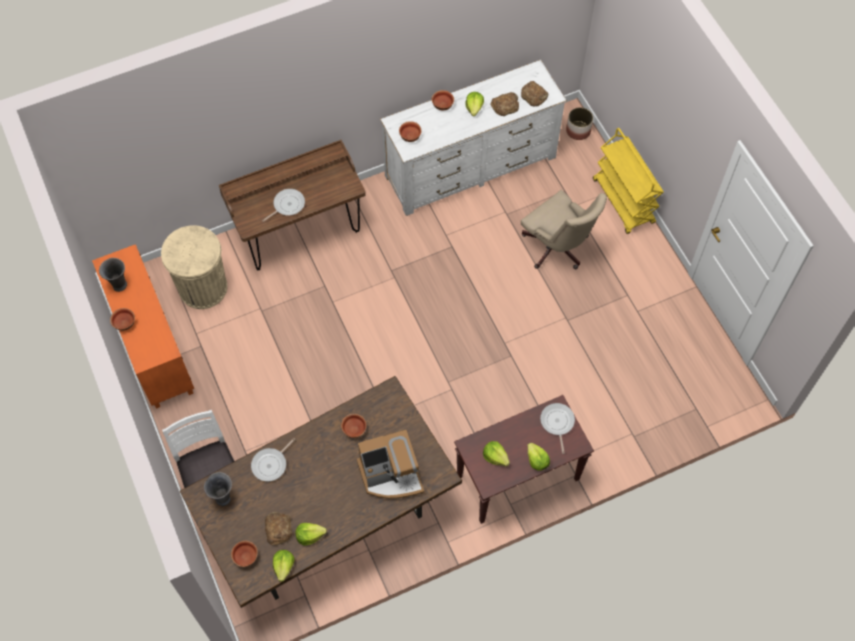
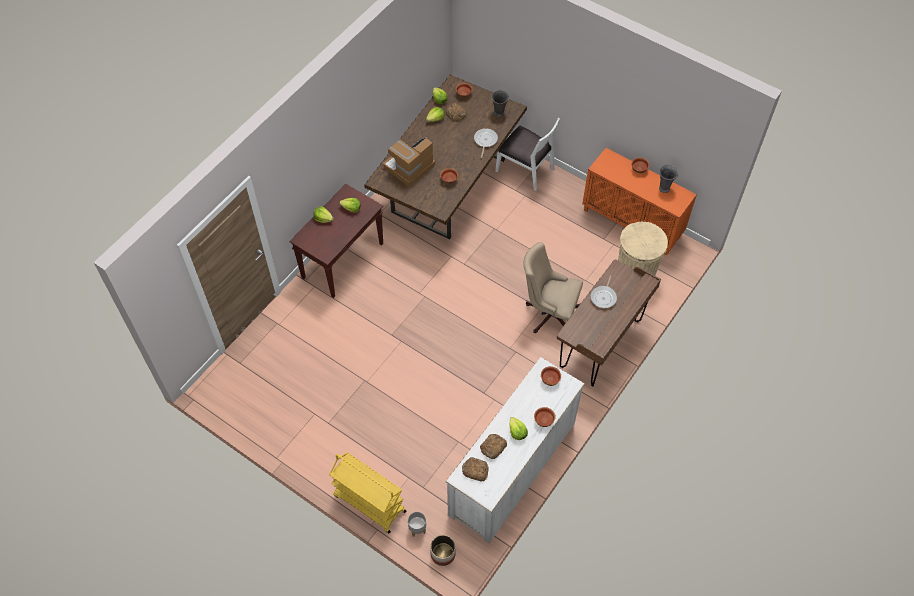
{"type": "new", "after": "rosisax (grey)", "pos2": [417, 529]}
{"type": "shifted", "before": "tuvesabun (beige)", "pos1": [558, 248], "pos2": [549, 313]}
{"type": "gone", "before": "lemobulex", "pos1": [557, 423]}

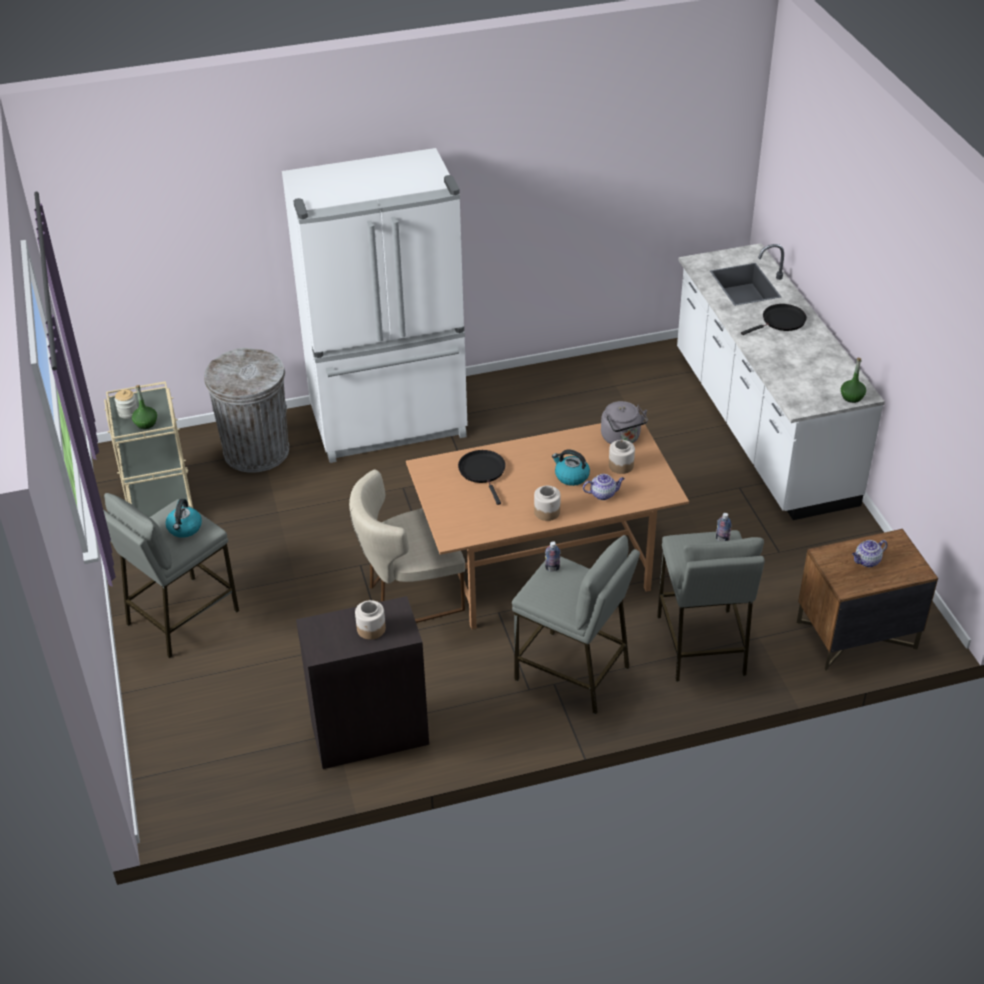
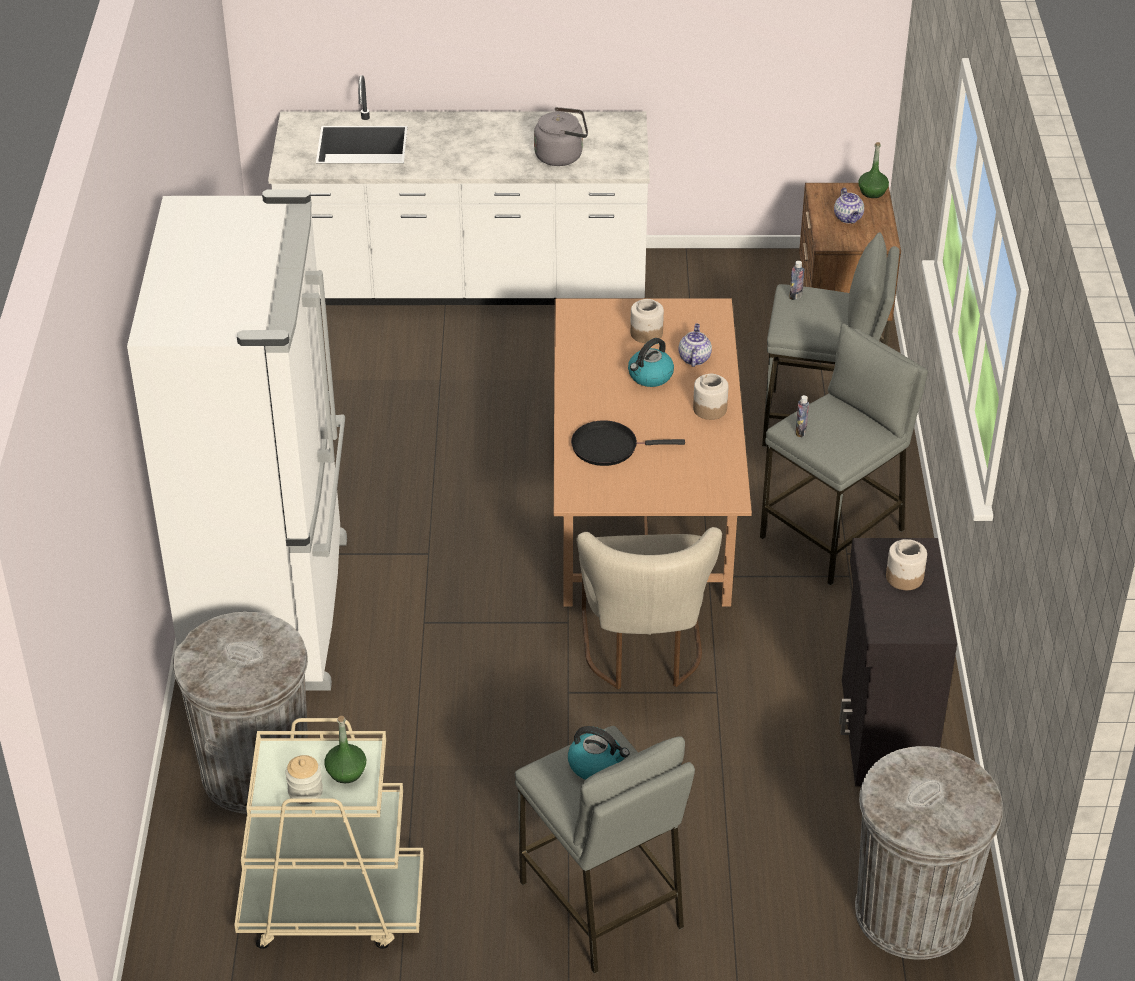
{"type": "shifted", "before": "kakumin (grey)", "pos1": [622, 438], "pos2": [562, 156]}
{"type": "new", "after": "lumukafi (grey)", "pos2": [912, 912]}
{"type": "shifted", "before": "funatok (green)", "pos1": [852, 397], "pos2": [872, 192]}
{"type": "gone", "before": "lemobulex (black)", "pos1": [781, 321]}

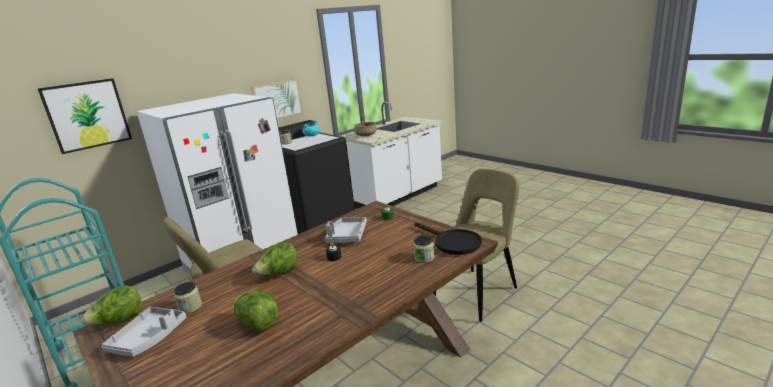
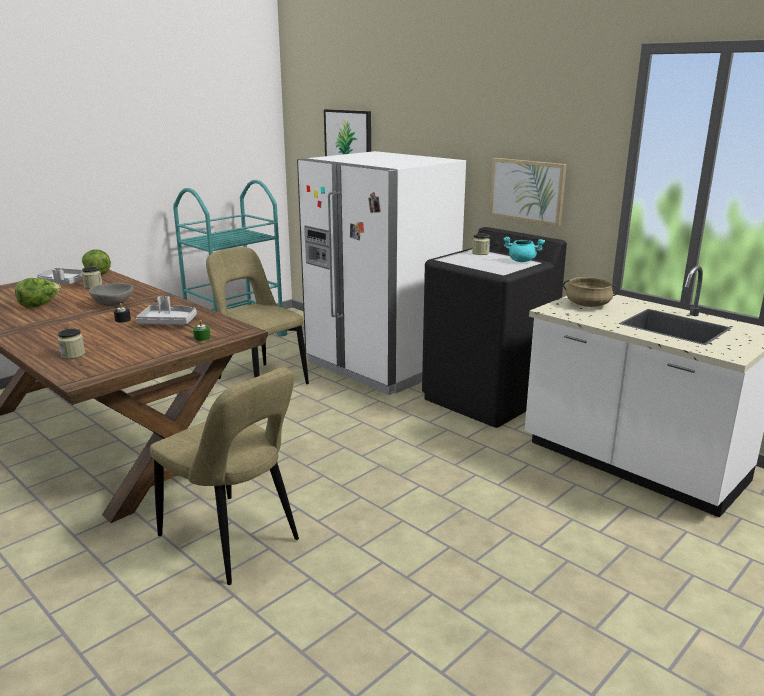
{"type": "swapped", "before": "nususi", "after": "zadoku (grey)", "pos1": [279, 274], "pos2": [113, 304]}
{"type": "gone", "before": "lemobulex (black)", "pos1": [452, 243]}

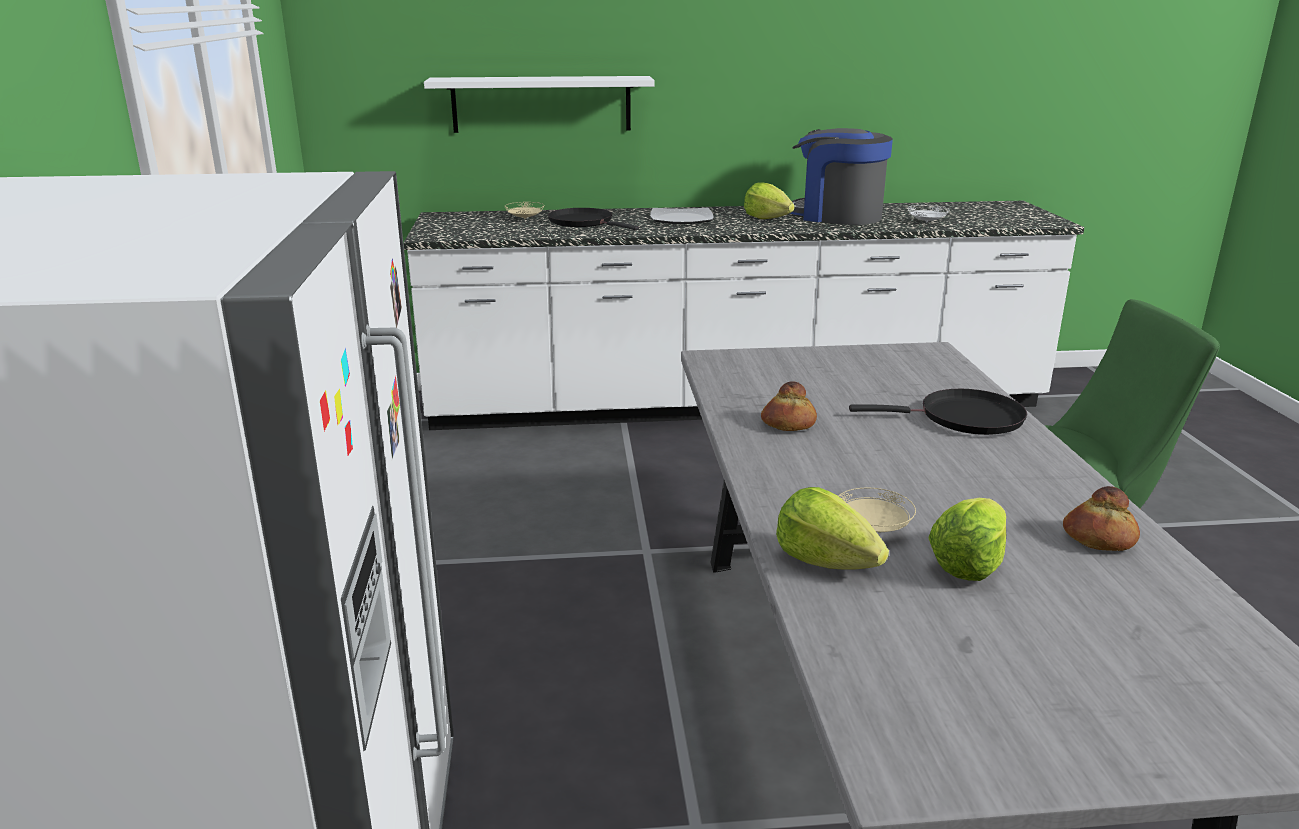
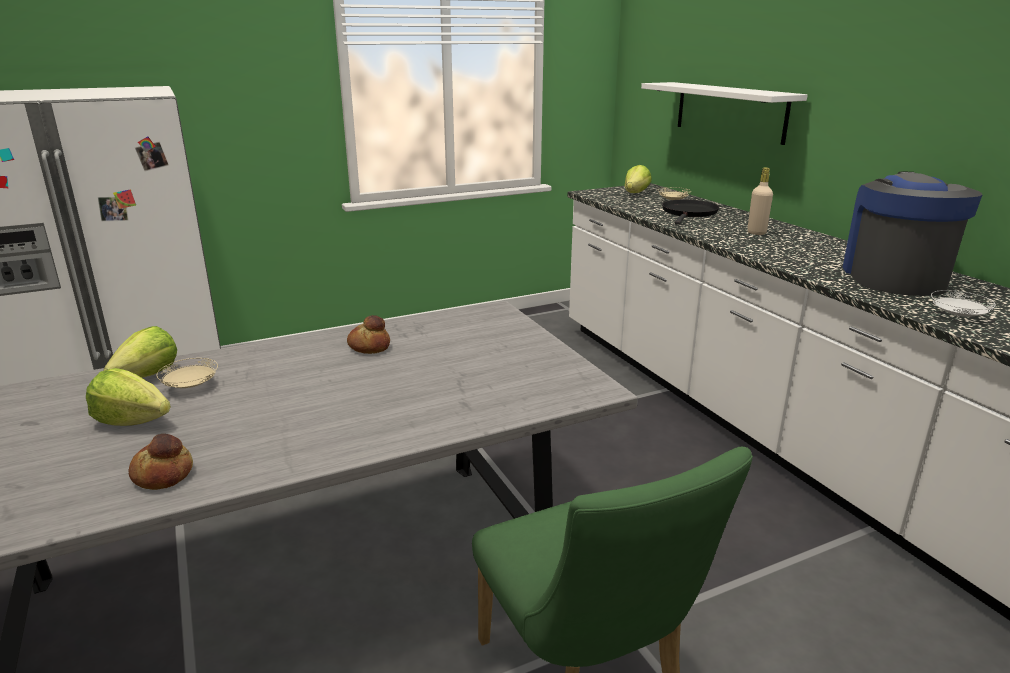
{"type": "shifted", "before": "nususi", "pos1": [767, 218], "pos2": [635, 193]}
{"type": "swapped", "before": "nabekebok", "after": "funatok (beige)", "pos1": [682, 219], "pos2": [756, 233]}
{"type": "gone", "before": "lemobulex (black)", "pos1": [964, 418]}

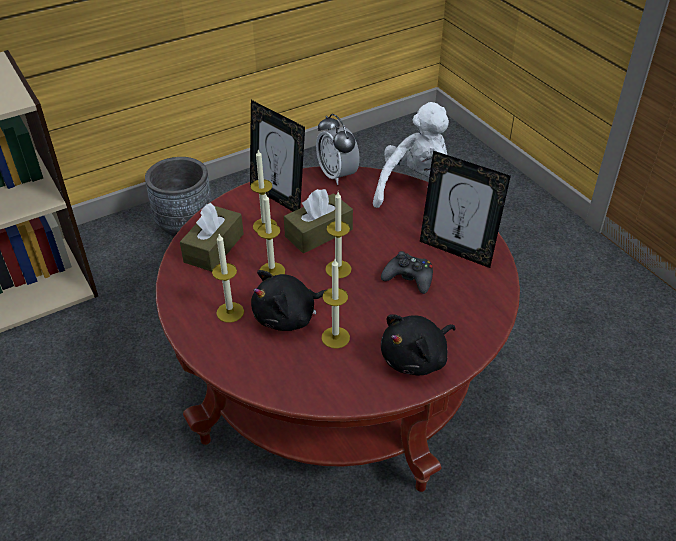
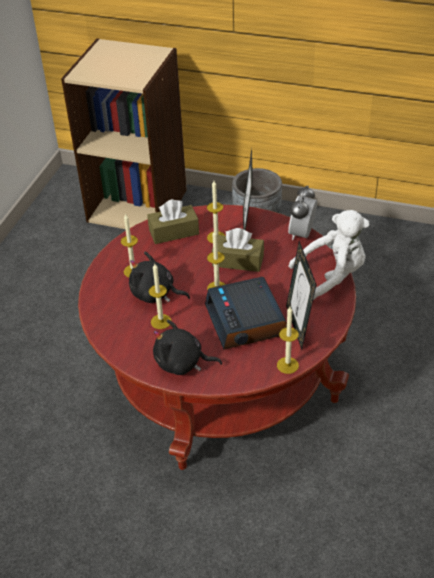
{"type": "swapped", "before": "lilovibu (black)", "after": "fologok", "pos1": [409, 278], "pos2": [246, 321]}
{"type": "shifted", "before": "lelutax", "pos1": [272, 271], "pos2": [287, 365]}

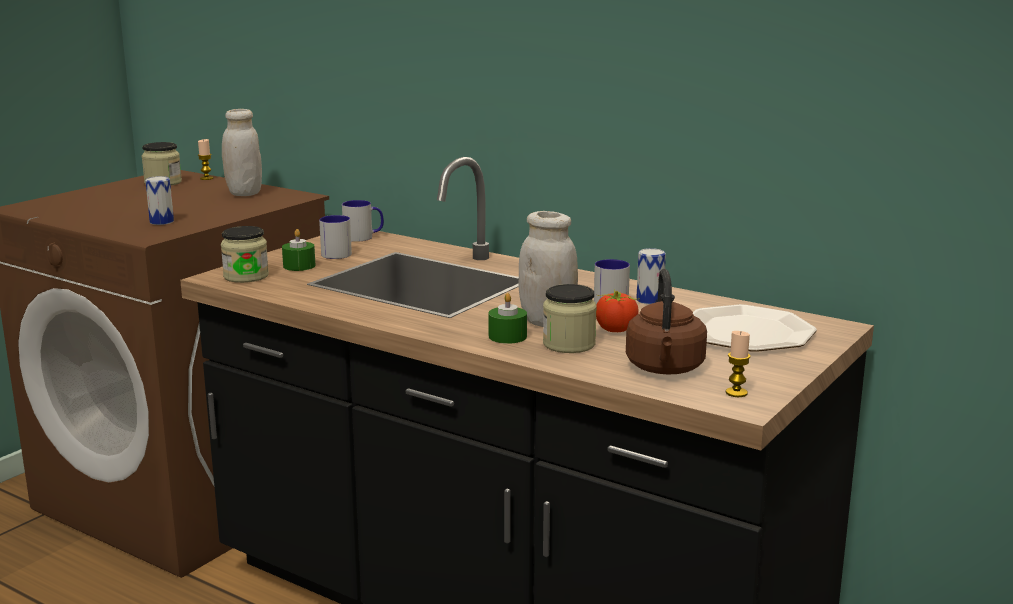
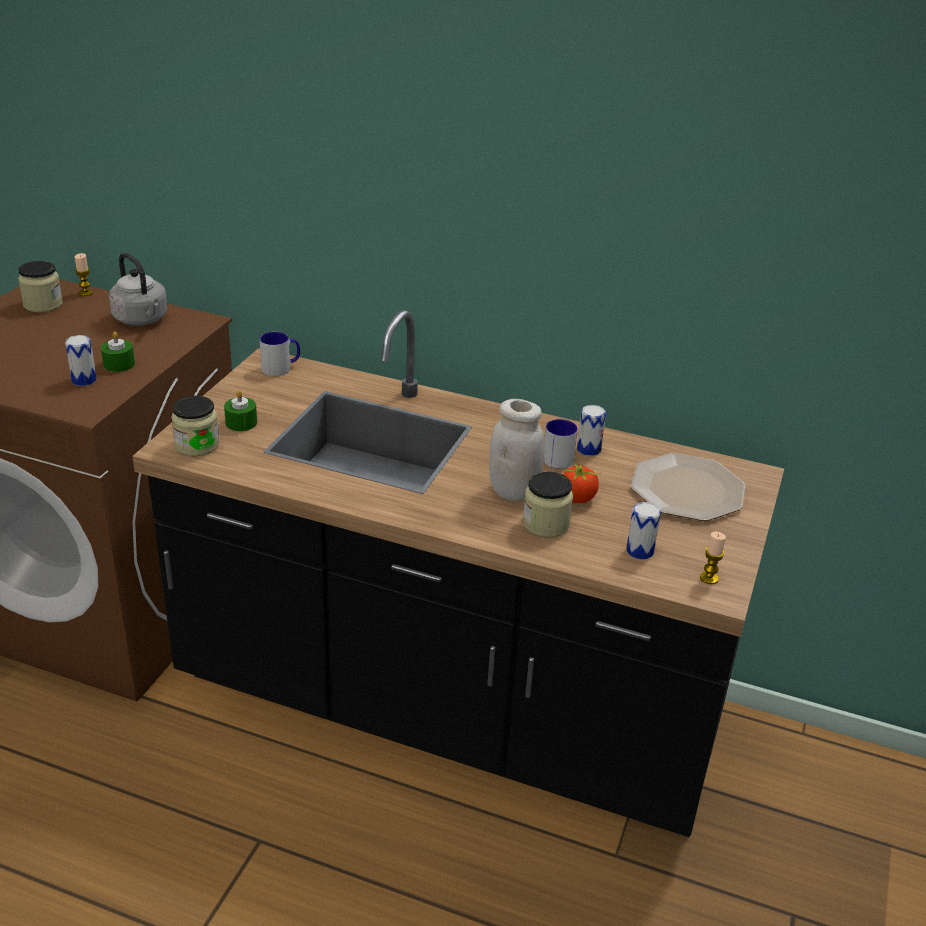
{"type": "shifted", "before": "lelutax (green)", "pos1": [507, 336], "pos2": [119, 364]}
{"type": "swapped", "before": "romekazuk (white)", "after": "kakumin (grey)", "pos1": [244, 193], "pos2": [142, 320]}
{"type": "swapped", "before": "kakumin (brown)", "after": "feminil", "pos1": [665, 369], "pos2": [640, 551]}
{"type": "gone", "before": "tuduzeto", "pos1": [335, 253]}

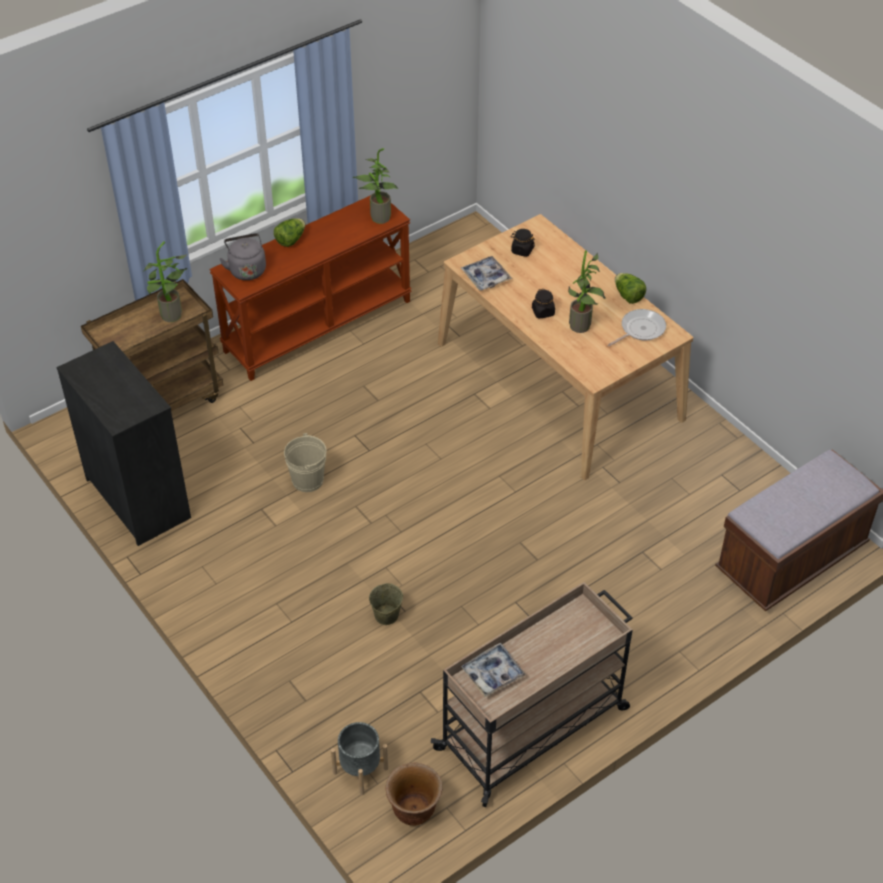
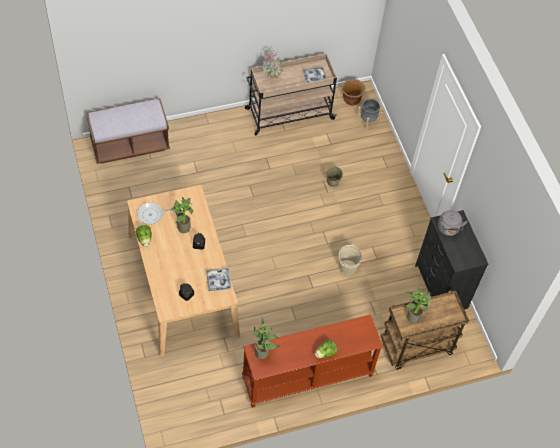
{"type": "new", "after": "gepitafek", "pos2": [271, 79]}
{"type": "shifted", "before": "kakumin (grey)", "pos1": [246, 269], "pos2": [448, 229]}

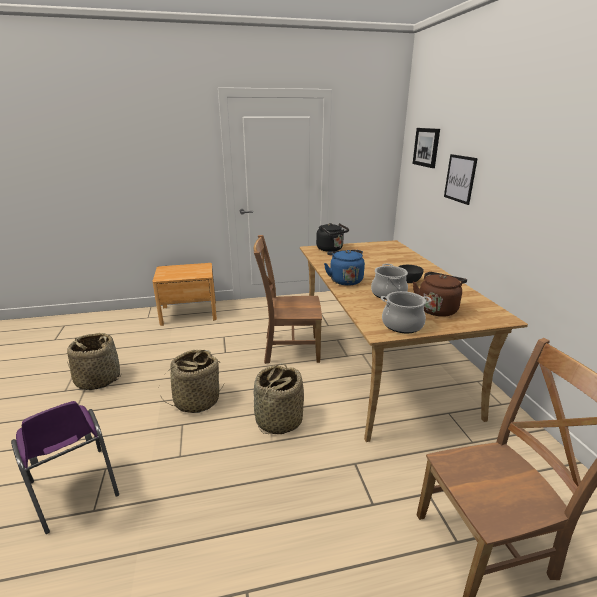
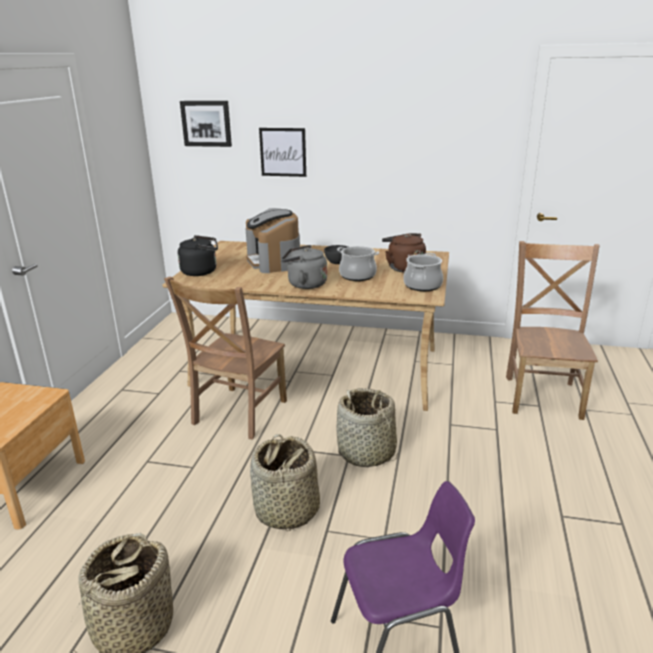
{"type": "new", "after": "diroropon", "pos2": [274, 261]}
{"type": "repainted", "before": "kakumin (blue)", "after": "kakumin (grey)", "pos1": [345, 280], "pos2": [304, 284]}

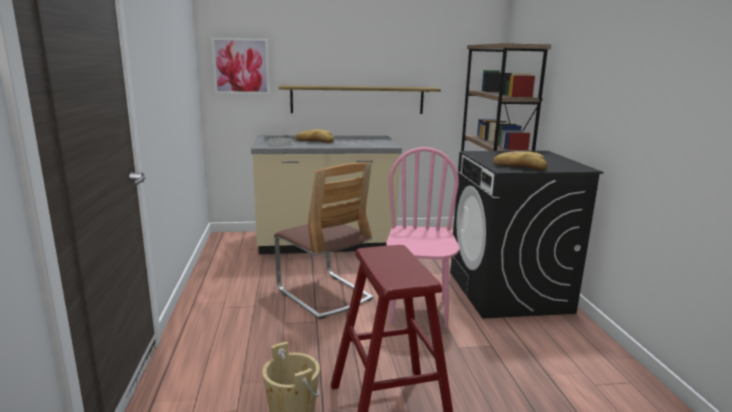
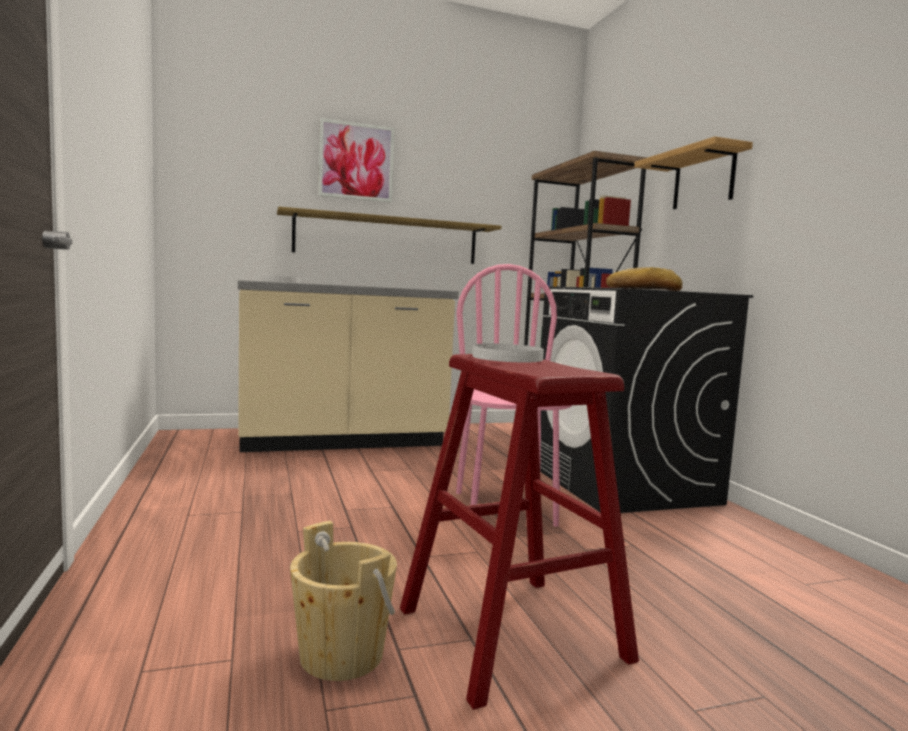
{"type": "shifted", "before": "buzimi", "pos1": [241, 66], "pos2": [356, 161]}
{"type": "new", "after": "nabekebok (white)", "pos2": [508, 358]}
{"type": "new", "after": "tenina", "pos2": [703, 179]}
{"type": "gone", "before": "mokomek", "pos1": [324, 294]}
{"type": "gone", "before": "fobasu", "pos1": [315, 141]}

